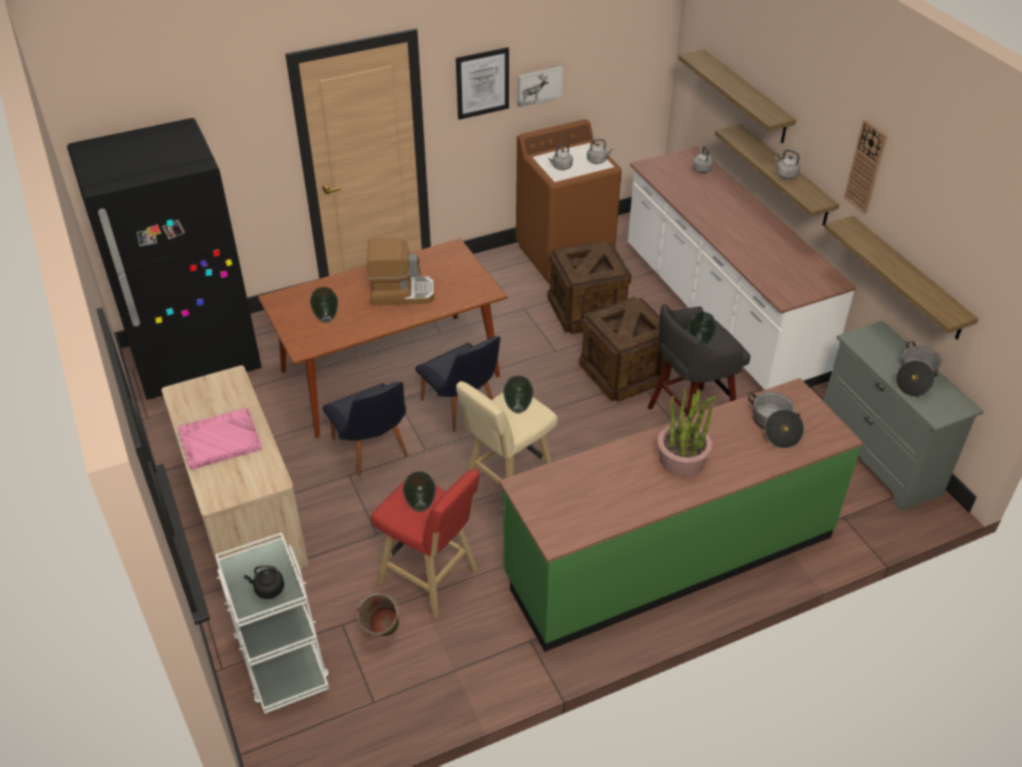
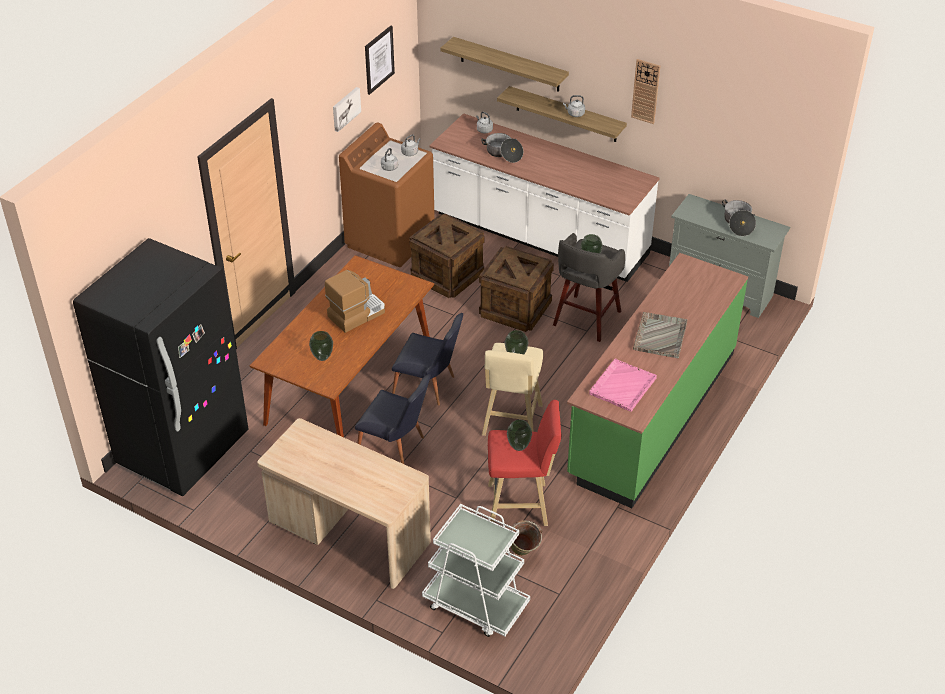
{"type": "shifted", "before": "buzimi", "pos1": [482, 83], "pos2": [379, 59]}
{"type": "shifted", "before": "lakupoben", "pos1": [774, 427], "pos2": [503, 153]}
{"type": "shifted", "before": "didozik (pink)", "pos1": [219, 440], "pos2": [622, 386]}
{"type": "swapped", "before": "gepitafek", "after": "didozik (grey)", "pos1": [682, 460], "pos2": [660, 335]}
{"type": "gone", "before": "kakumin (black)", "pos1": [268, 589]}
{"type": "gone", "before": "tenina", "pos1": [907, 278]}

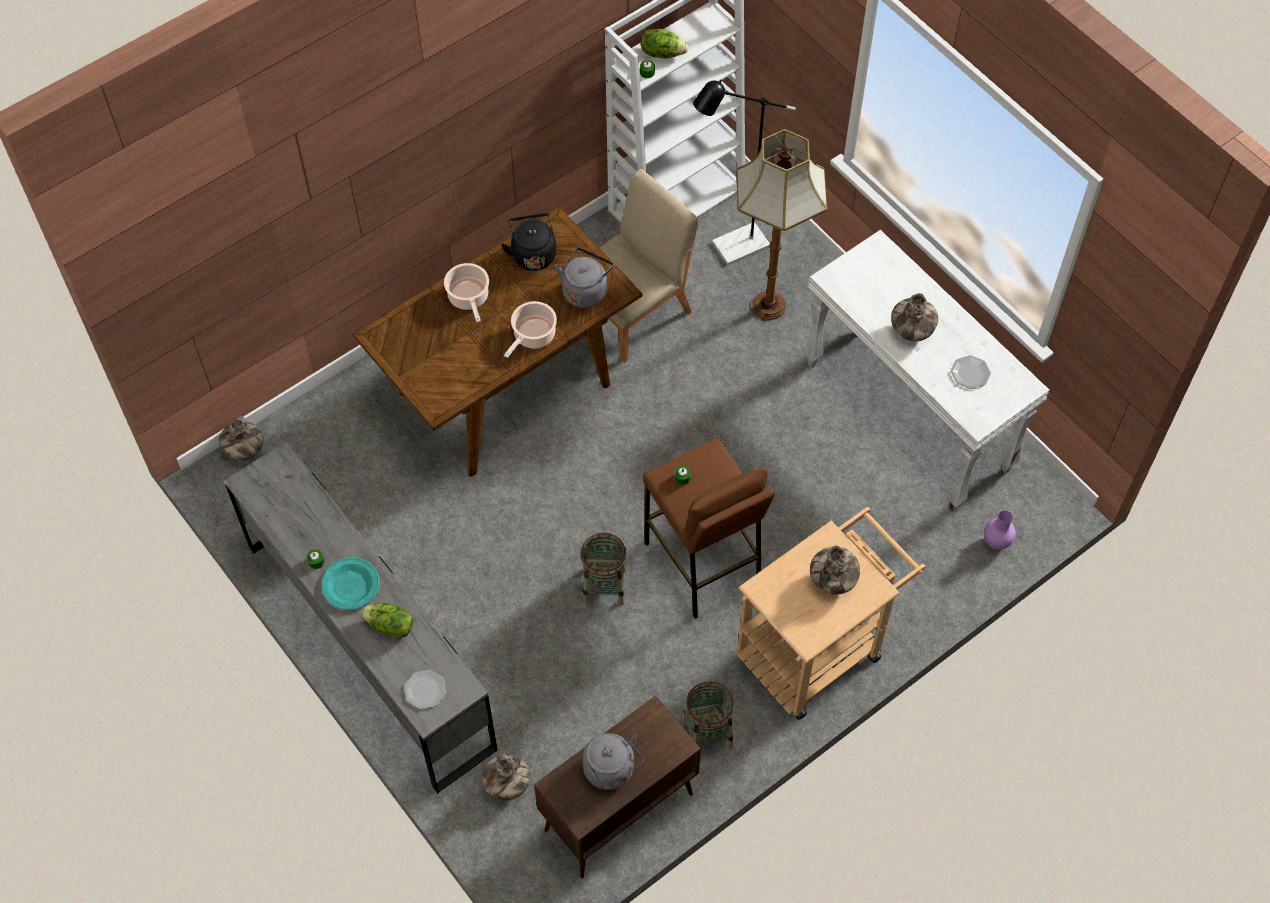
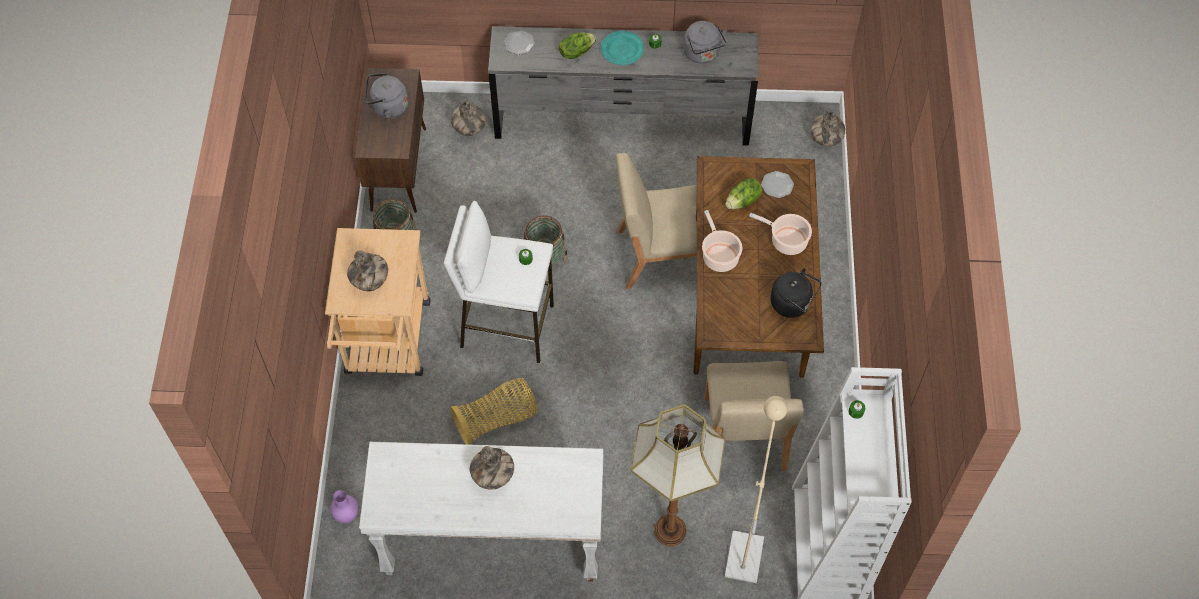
{"type": "repainted", "before": "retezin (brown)", "after": "retezin (white)", "pos1": [703, 564], "pos2": [506, 326]}
{"type": "new", "after": "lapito", "pos2": [497, 419]}
{"type": "new", "after": "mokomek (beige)", "pos2": [660, 254]}
{"type": "shifted", "before": "kakumin (grey)", "pos1": [585, 290], "pos2": [702, 54]}
{"type": "shifted", "before": "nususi", "pos1": [662, 52], "pos2": [743, 201]}
{"type": "repainted", "before": "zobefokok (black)", "after": "zobefokok (beige)", "pos1": [732, 248], "pos2": [745, 547]}
{"type": "shifted", "before": "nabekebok", "pos1": [970, 373], "pos2": [777, 185]}

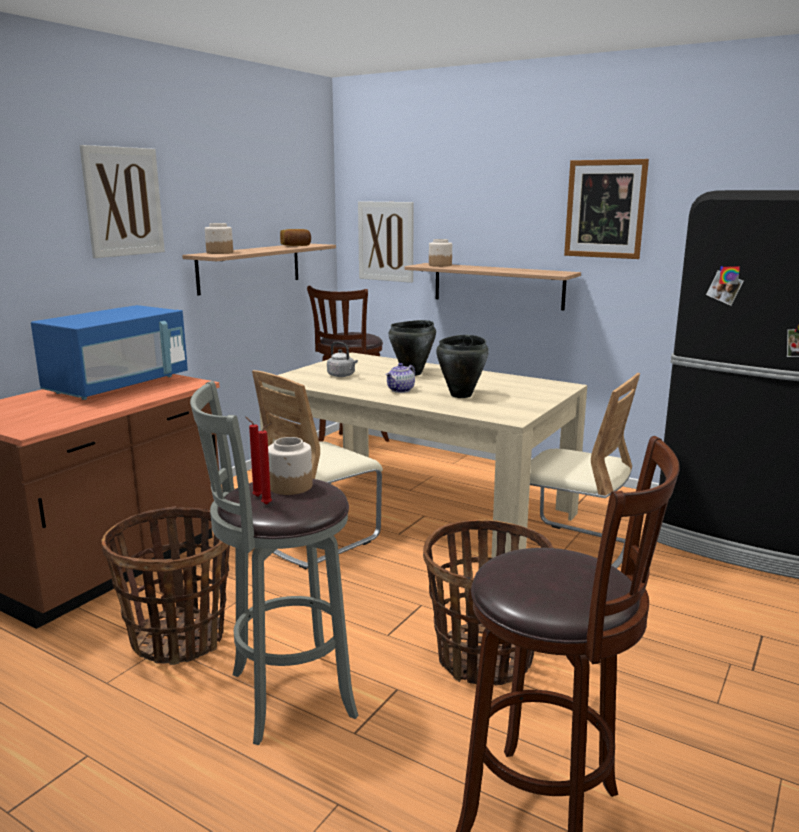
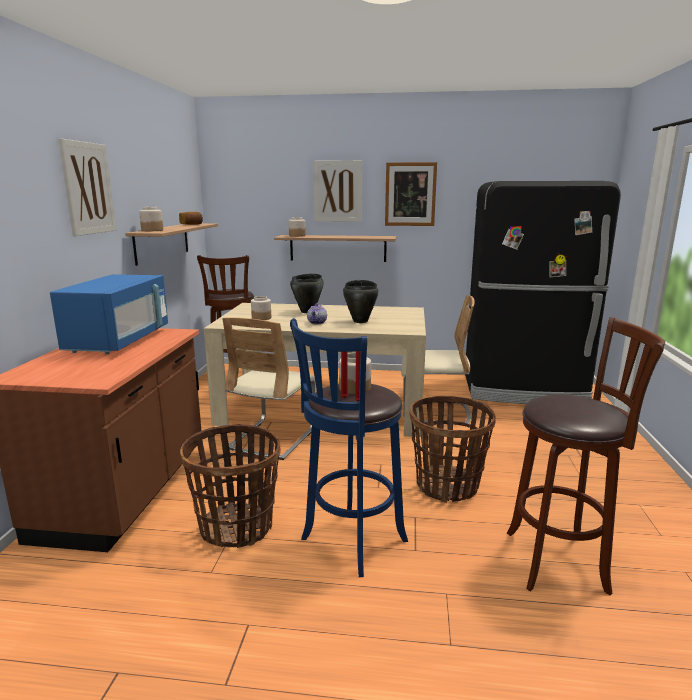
{"type": "swapped", "before": "kakumin (grey)", "after": "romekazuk", "pos1": [342, 375], "pos2": [261, 318]}
{"type": "repainted", "before": "retezin (grey)", "after": "retezin (blue)", "pos1": [284, 696], "pos2": [350, 542]}
{"type": "shifted", "before": "buzimi", "pos1": [386, 241], "pos2": [337, 191]}

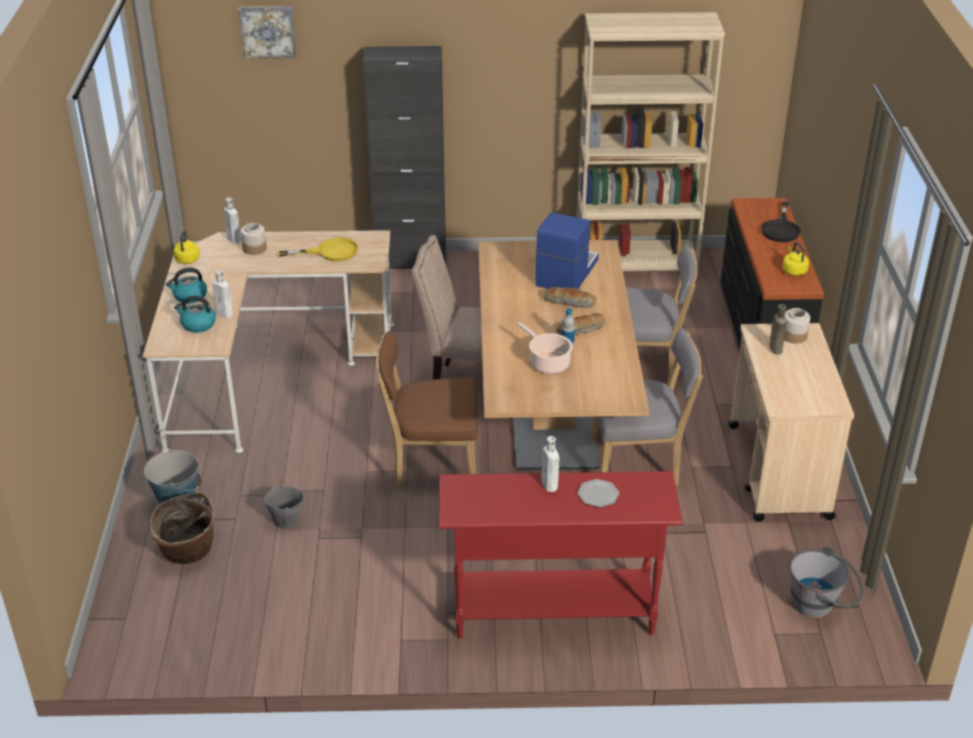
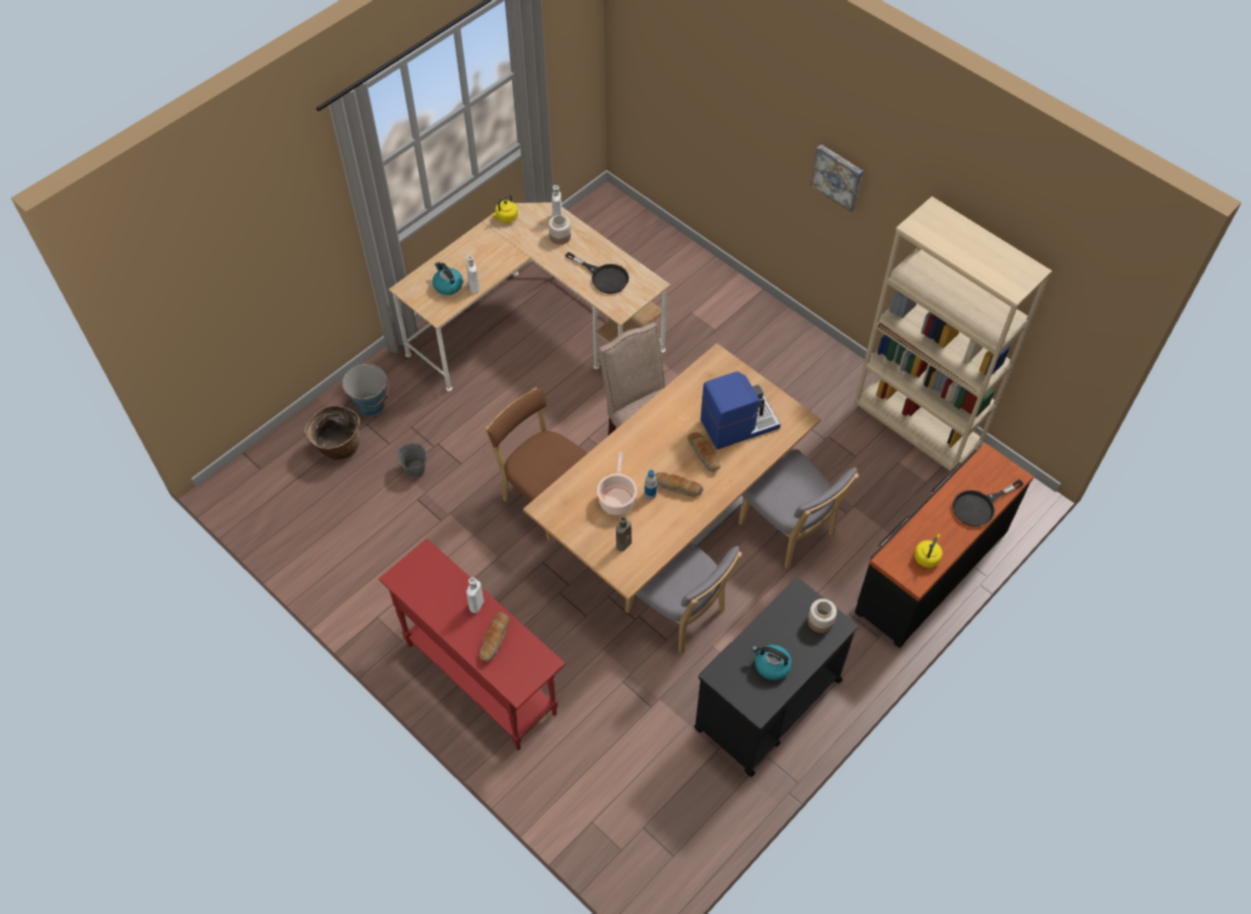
{"type": "swapped", "before": "nabekebok", "after": "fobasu", "pos1": [598, 494], "pos2": [495, 640]}
{"type": "repainted", "before": "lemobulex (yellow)", "after": "lemobulex (black)", "pos1": [330, 252], "pos2": [604, 277]}
{"type": "shifted", "before": "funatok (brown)", "pos1": [775, 348], "pos2": [624, 543]}
{"type": "repainted", "before": "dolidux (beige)", "after": "dolidux (black)", "pos1": [778, 472], "pos2": [767, 704]}
{"type": "shifted", "before": "kakumin", "pos1": [189, 296], "pos2": [771, 665]}
{"type": "shifted", "before": "buzimi", "pos1": [267, 31], "pos2": [838, 176]}
{"type": "gone", "before": "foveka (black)", "pos1": [410, 261]}
{"type": "gone", "before": "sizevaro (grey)", "pos1": [821, 606]}

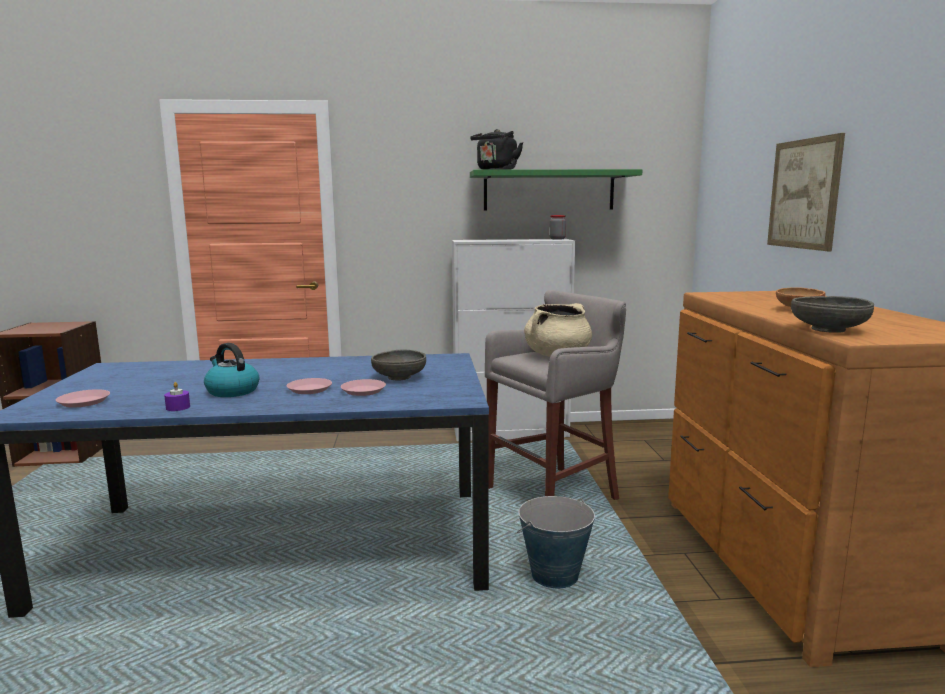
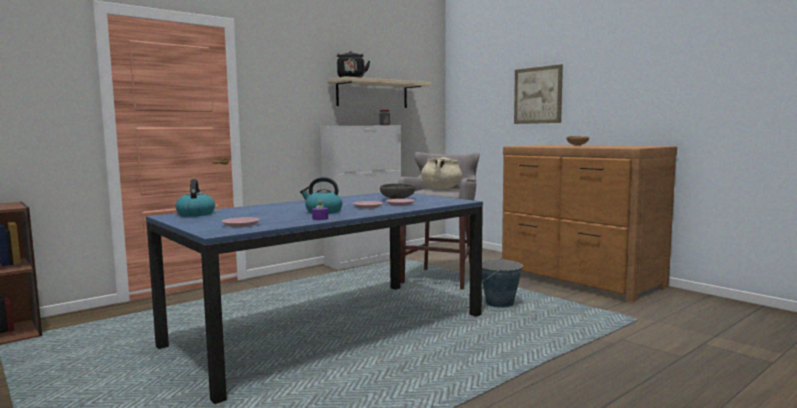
{"type": "new", "after": "kakumin", "pos2": [195, 214]}
{"type": "repainted", "before": "tenina (green)", "after": "tenina (beige)", "pos1": [549, 190], "pos2": [372, 94]}
{"type": "gone", "before": "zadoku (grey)", "pos1": [829, 329]}

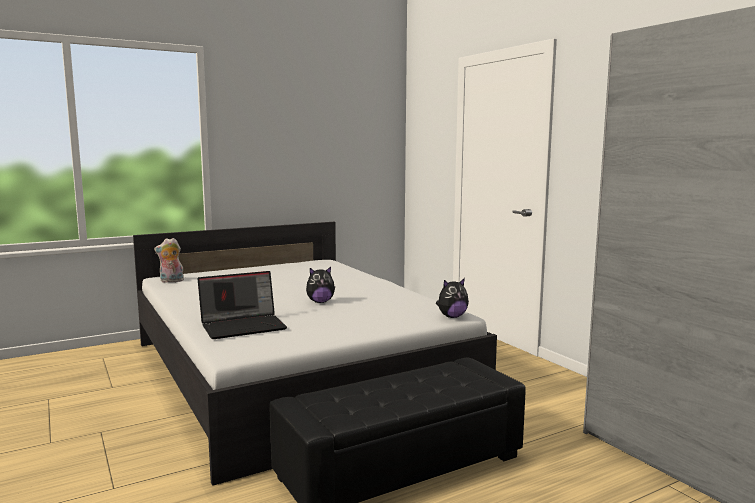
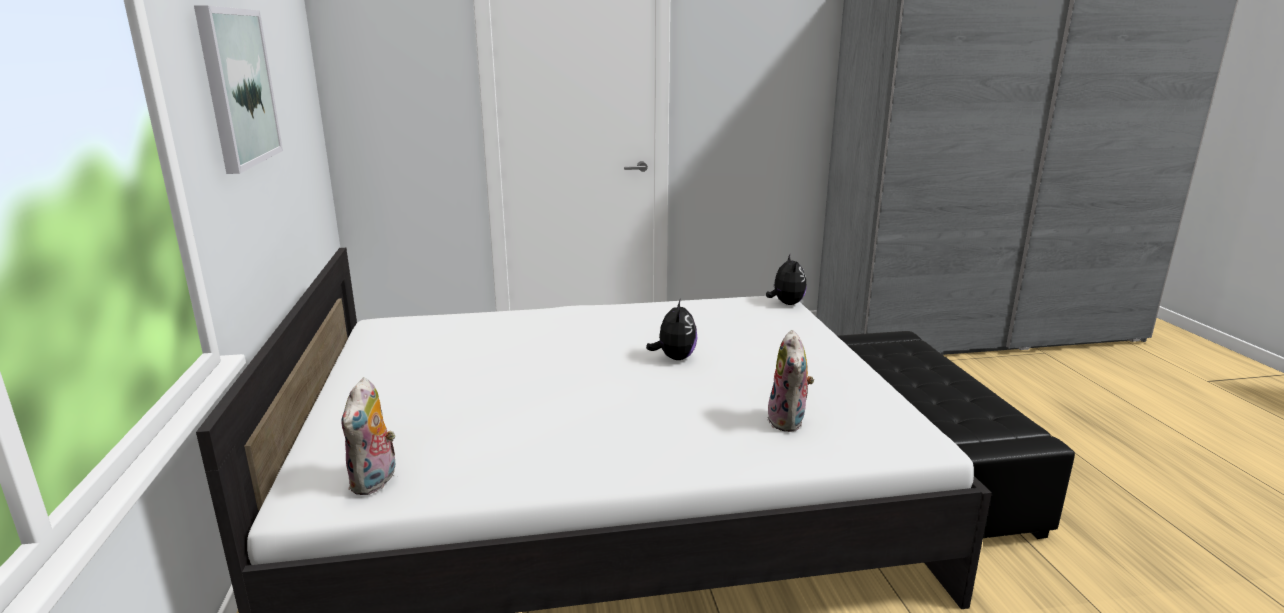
{"type": "new", "after": "buzimi", "pos2": [237, 87]}
{"type": "swapped", "before": "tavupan", "after": "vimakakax", "pos1": [244, 326], "pos2": [789, 421]}

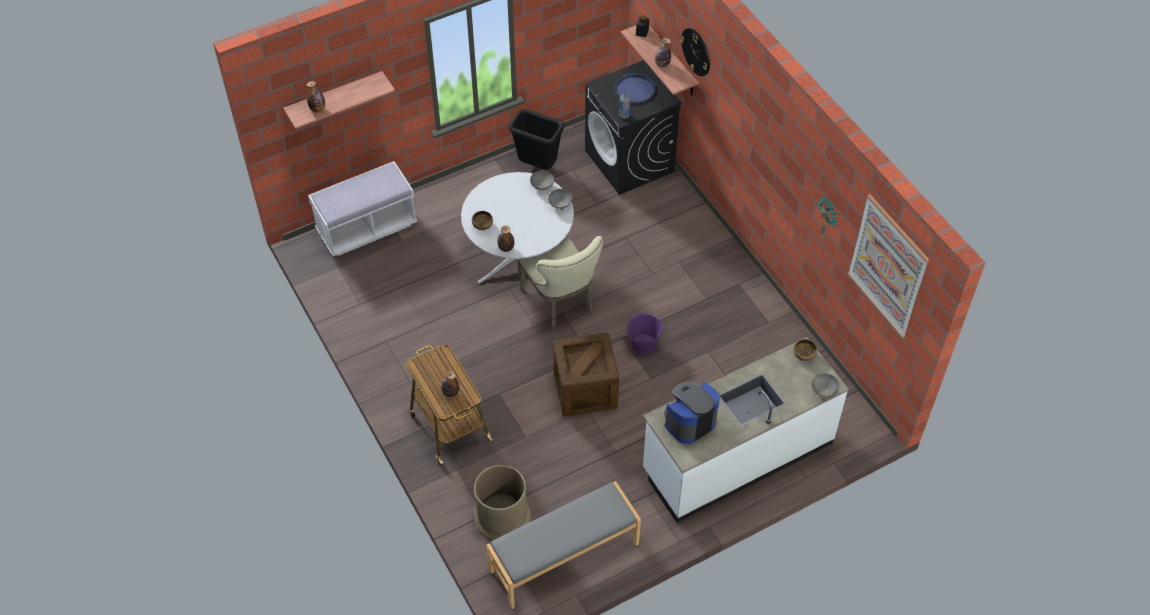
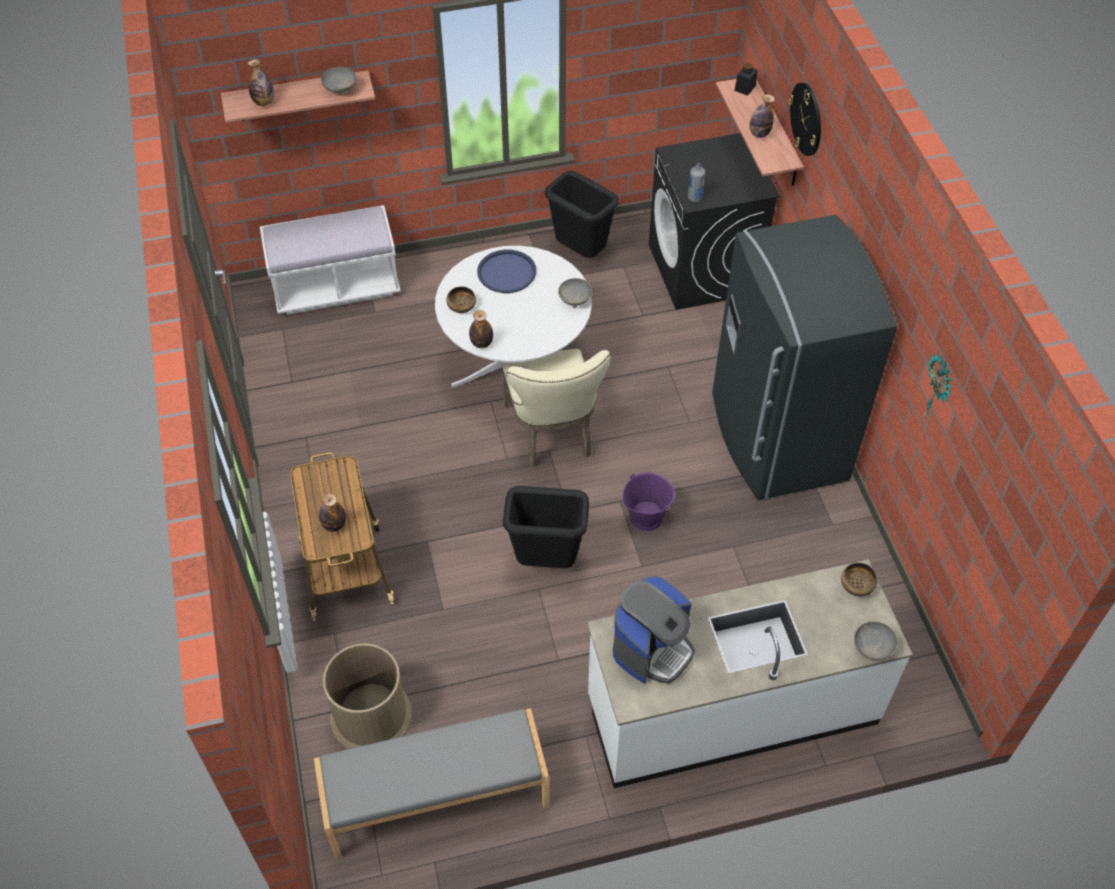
{"type": "shifted", "before": "zadoku (grey)", "pos1": [542, 186], "pos2": [339, 90]}
{"type": "shifted", "before": "didozik (blue)", "pos1": [635, 89], "pos2": [507, 272]}
{"type": "swapped", "before": "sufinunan", "after": "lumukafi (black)", "pos1": [585, 390], "pos2": [546, 562]}
{"type": "rotated", "before": "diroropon", "pos1": [689, 422], "pos2": [652, 648], "turn": 150}
{"type": "new", "after": "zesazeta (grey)", "pos2": [775, 438]}
{"type": "gone", "before": "buzimi", "pos1": [887, 266]}

